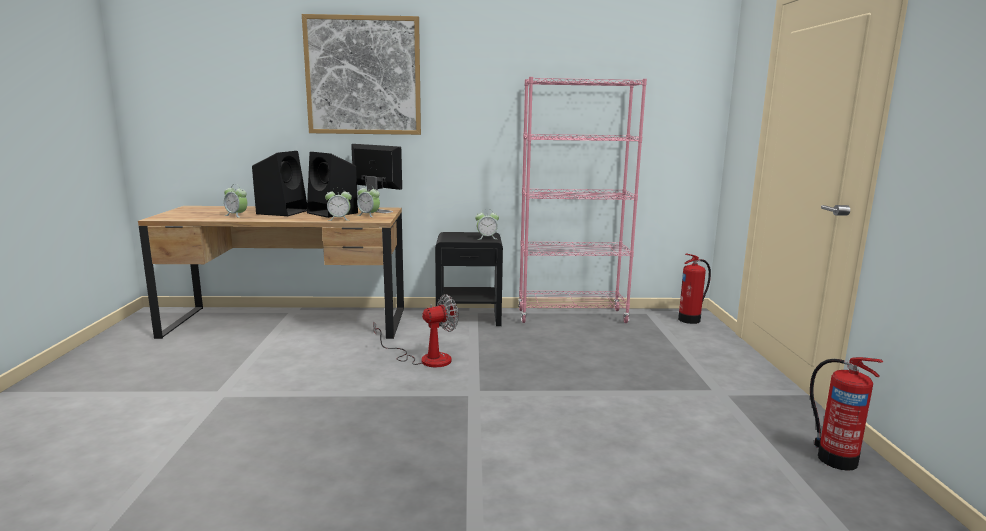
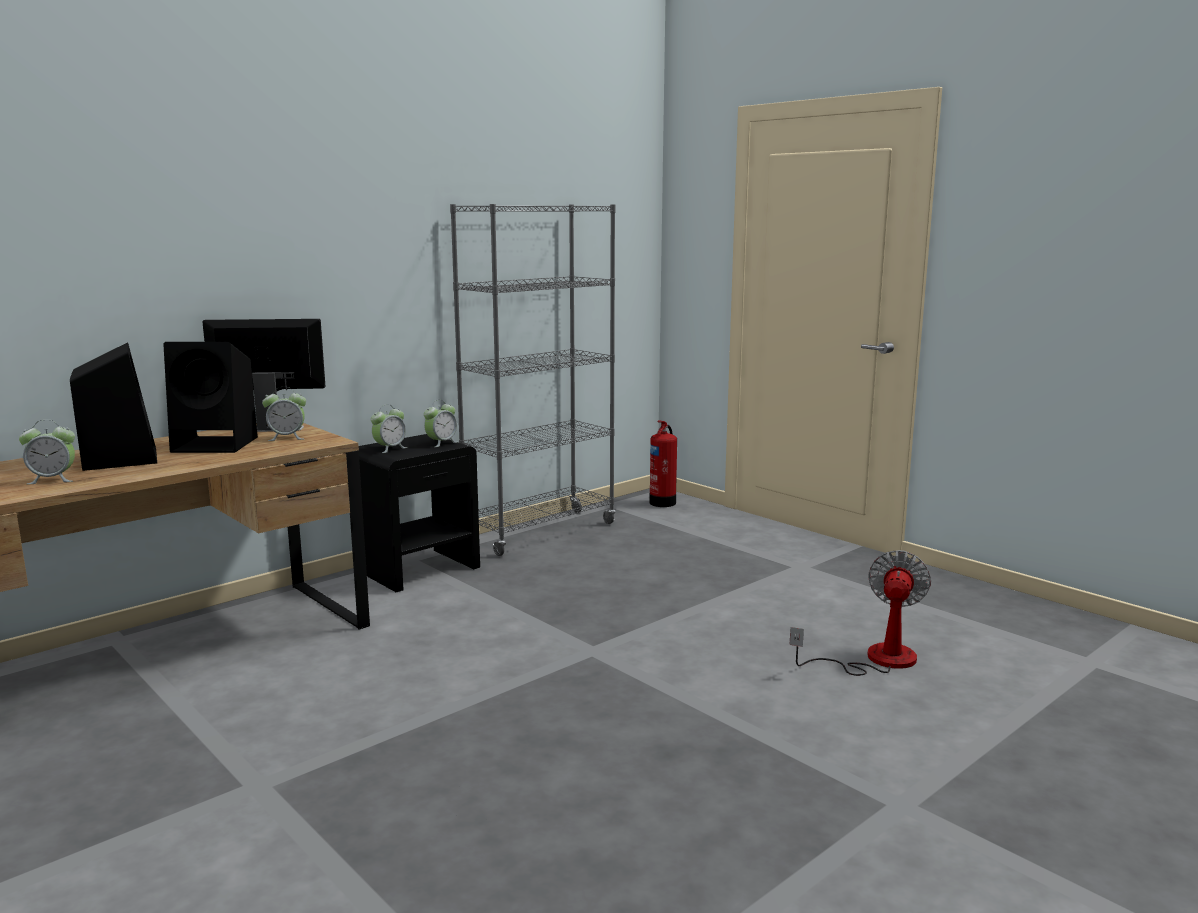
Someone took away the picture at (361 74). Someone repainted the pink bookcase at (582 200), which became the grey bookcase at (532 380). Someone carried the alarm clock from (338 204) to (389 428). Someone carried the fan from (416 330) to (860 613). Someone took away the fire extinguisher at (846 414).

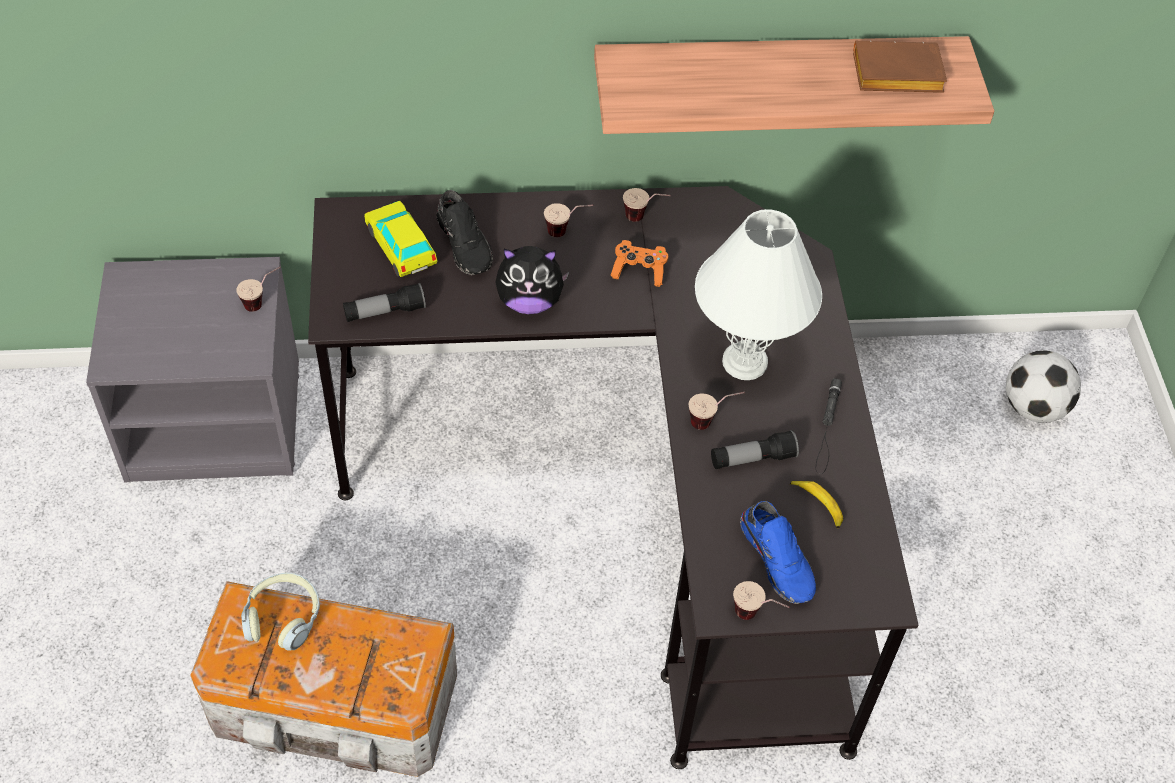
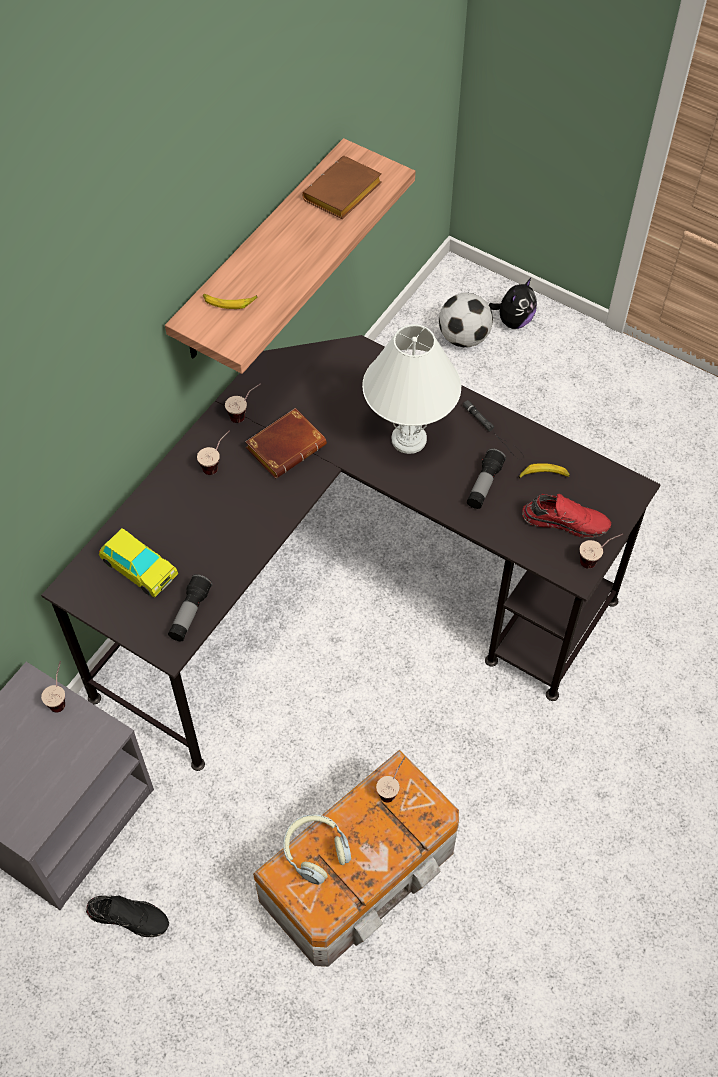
Someone carried the black shoe from (464 232) to (127 916). Someone rotated the toy car at (400 239) by 150 degrees counterclockwise. Someone swapped the orange game controller at (639 263) for the brown book at (286 443). Someone carried the plush toy from (532 280) to (513 303). Someone carried the cup from (717 411) to (391 780). Someone repainted the blue shoe at (778 552), which became the red shoe at (566 516). Someone put down the banana at (230 301).

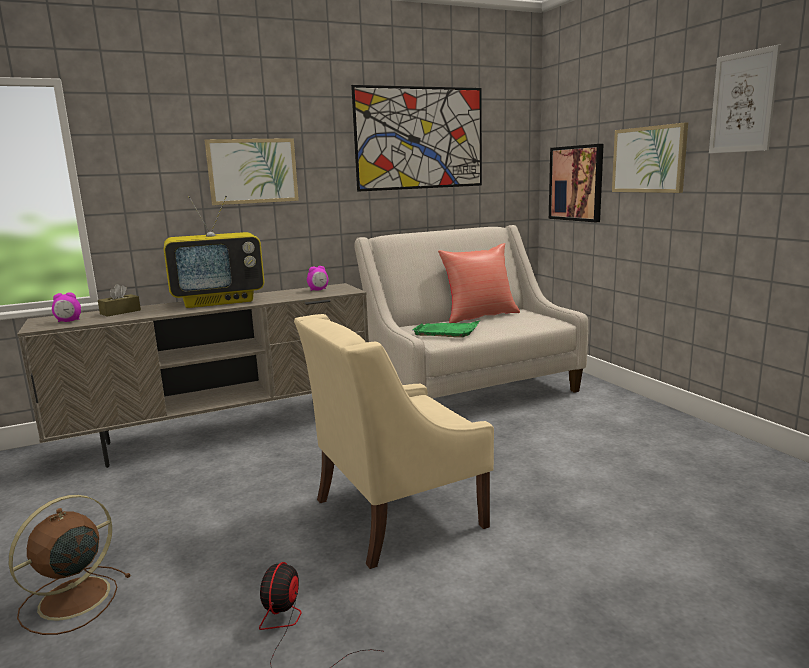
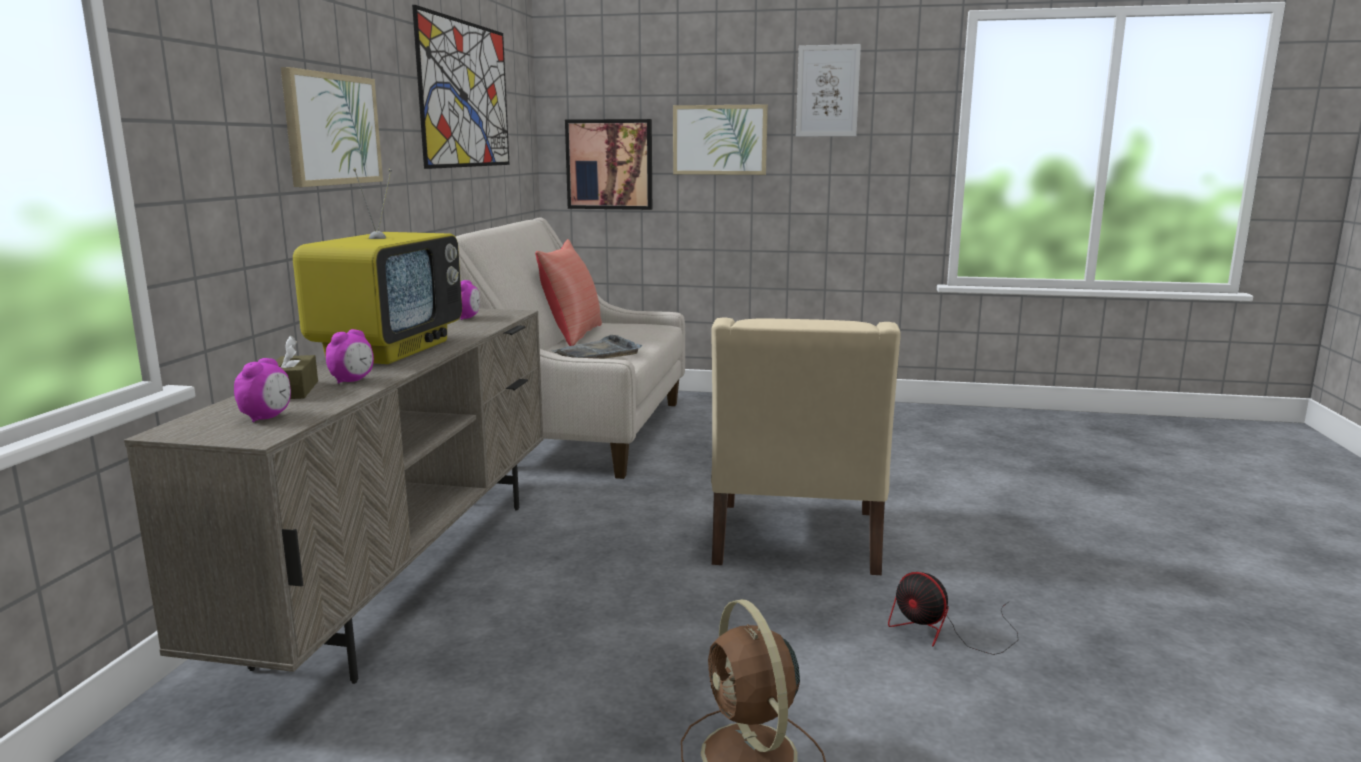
Someone repainted the green tray at (446 329), which became the grey tray at (596 347). Someone put down the alarm clock at (350 356).

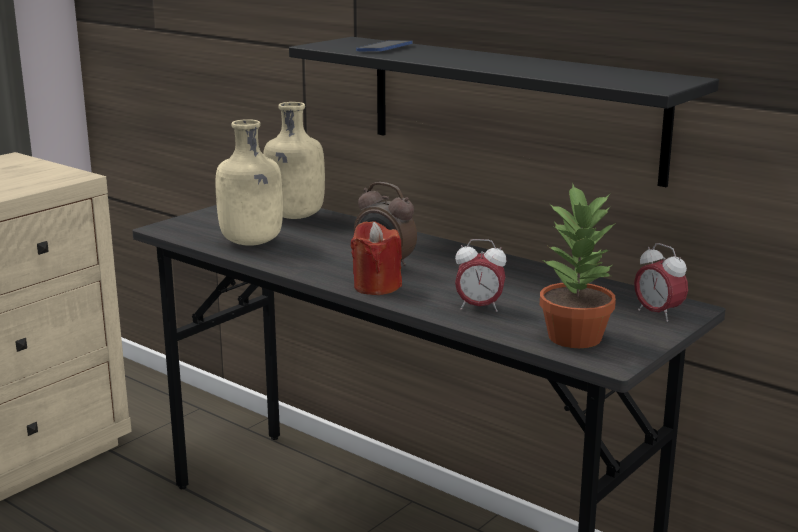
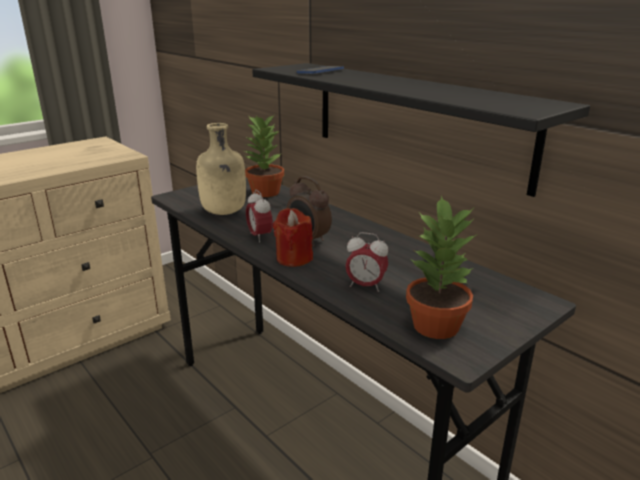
Someone swapped the beige bottle at (294 160) for the potted plant at (264 156). Someone carried the alarm clock from (661 282) to (259 216).

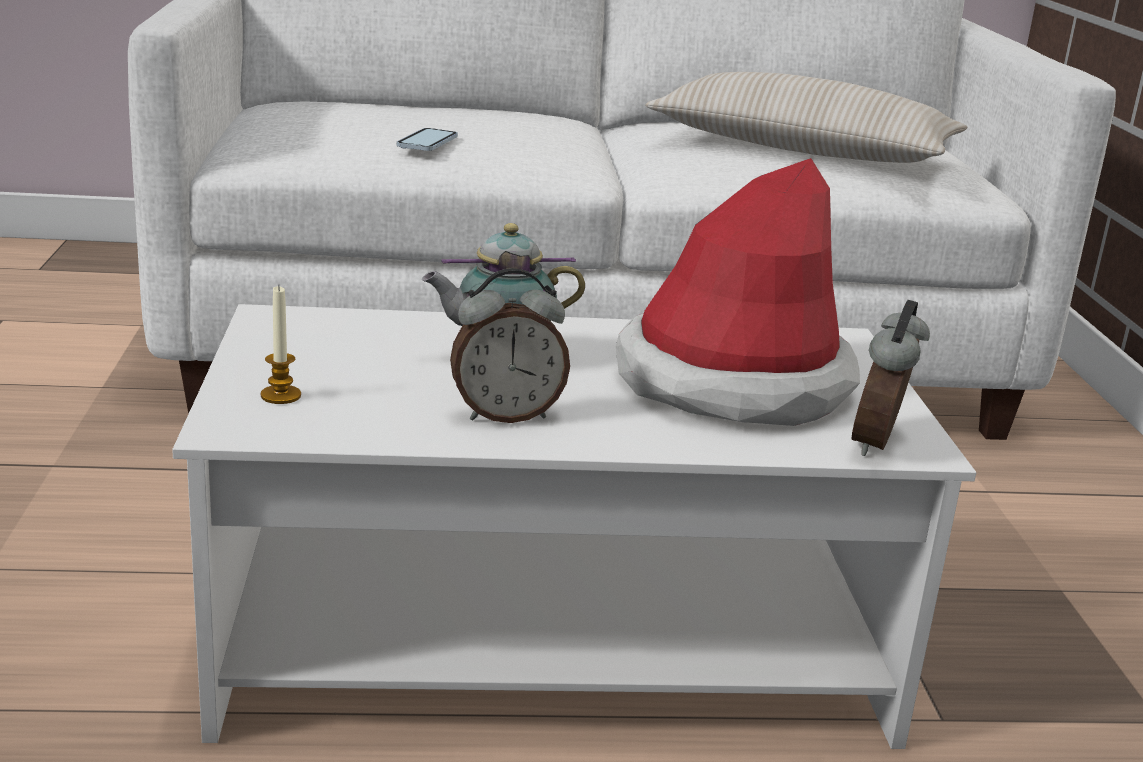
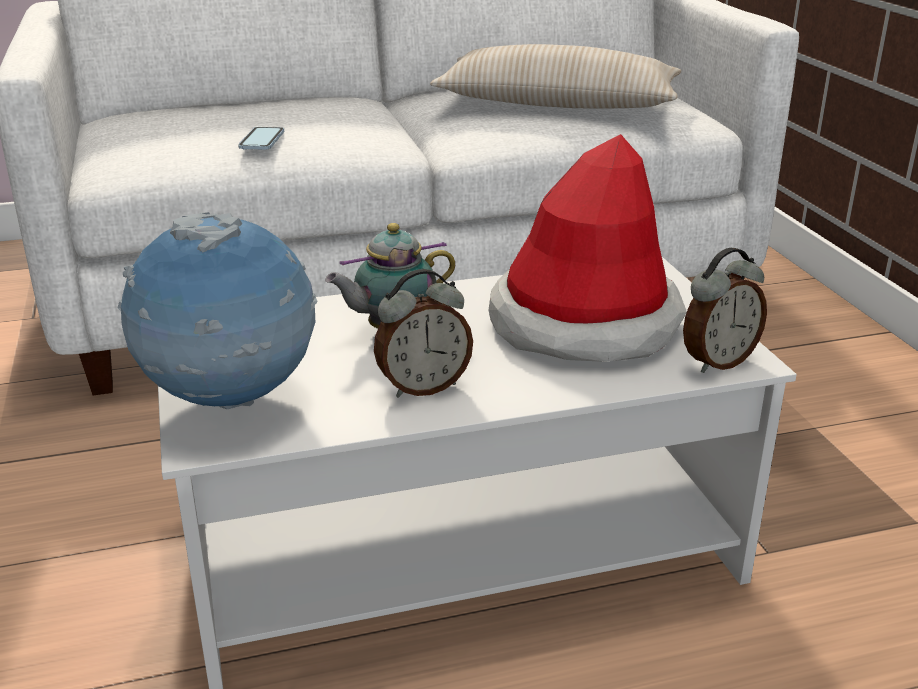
Someone swapped the candle at (281 345) for the globe at (218 310). Someone rotated the alarm clock at (891 378) by 135 degrees counterclockwise.

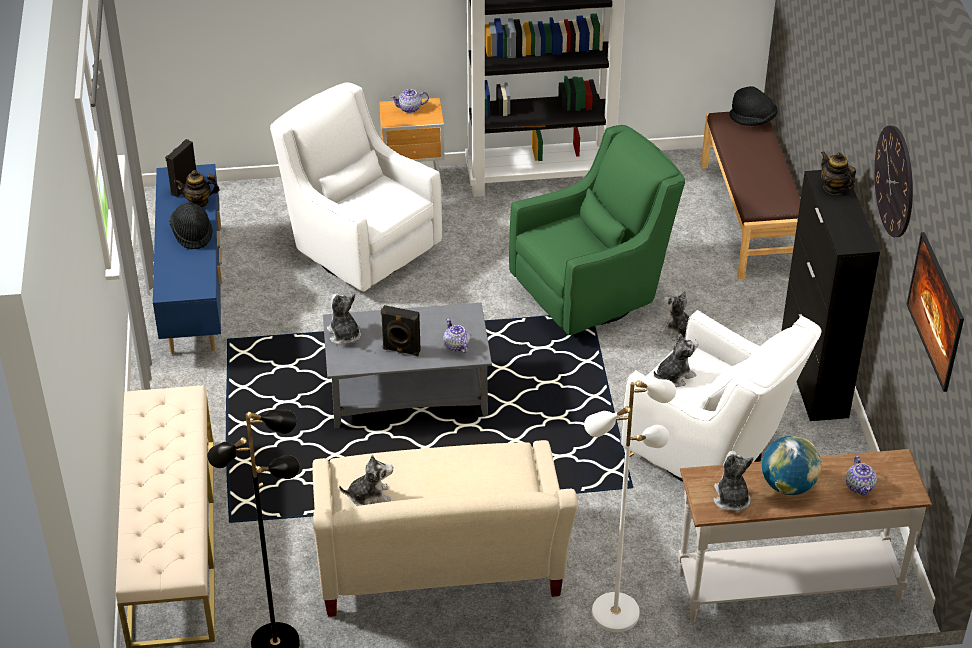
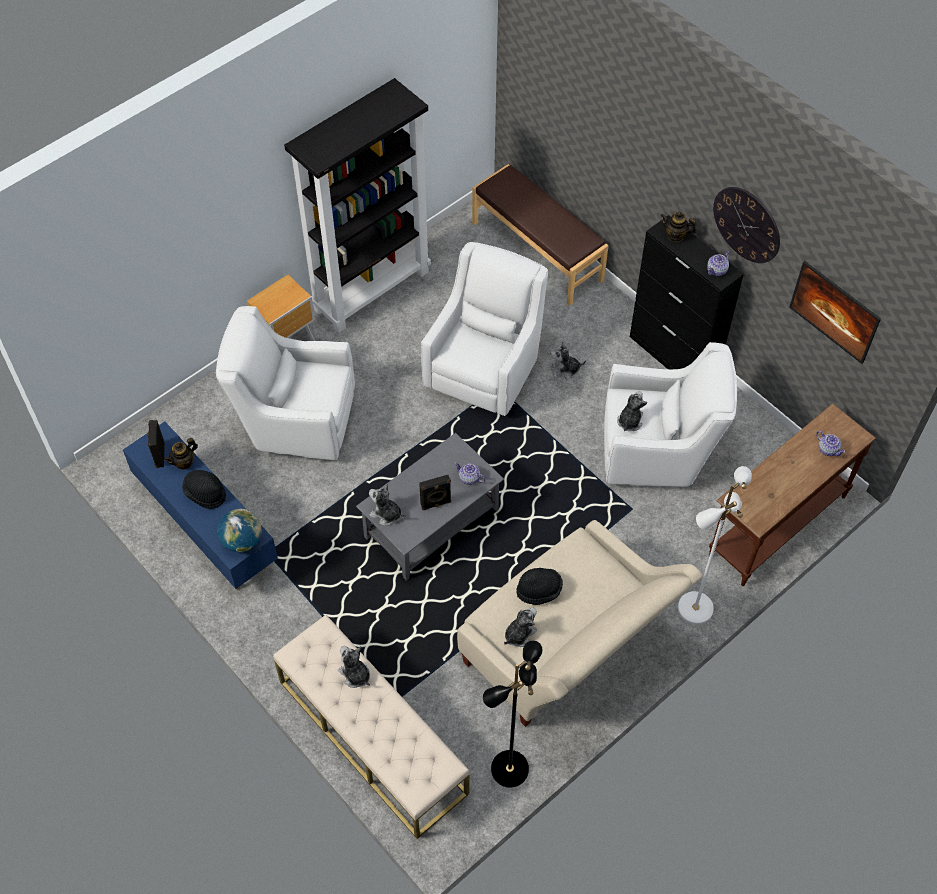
Someone carried the black hat from (753 106) to (539 586). Someone carried the teapot from (409 101) to (718 264). Someone repainted the green armchair at (597 230), which became the white armchair at (484 329). Someone carried the globe from (792 465) to (239 531). Someone repainted the white console table at (805 536), which became the brown console table at (792 495). Someone carried the plush toy from (733 481) to (354 667).

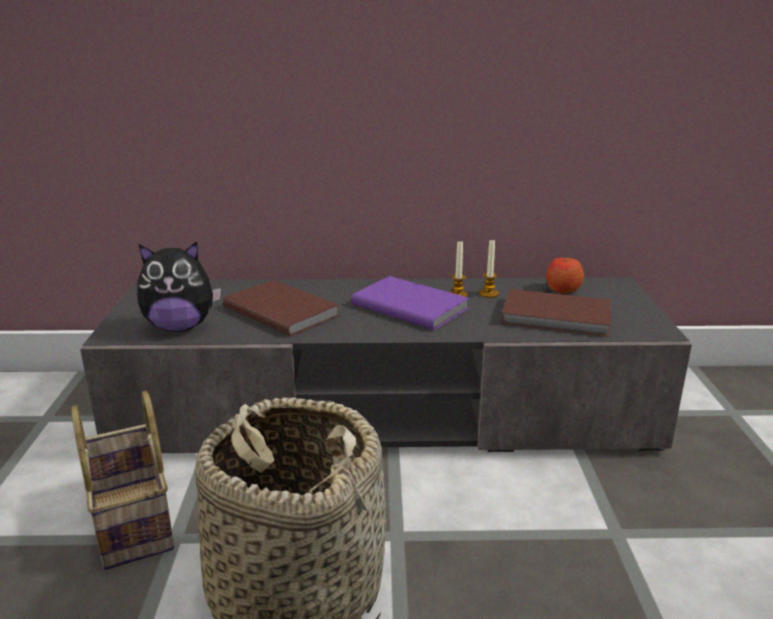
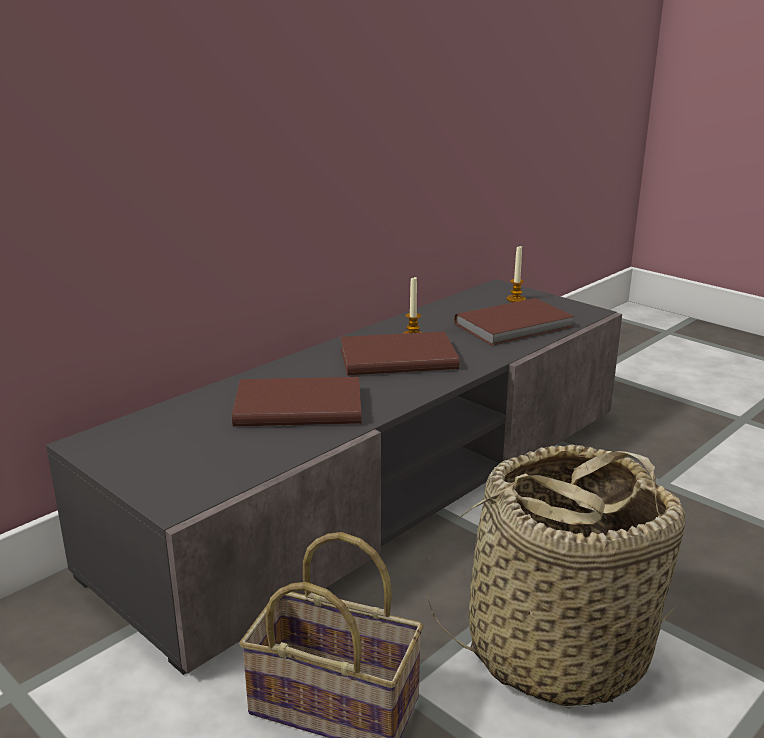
Someone carried the candle from (489 268) to (516 273). Someone took away the plush toy at (179 287). Someone took away the apple at (565 275). Someone repainted the purple book at (410 303), which became the brown book at (400 353).

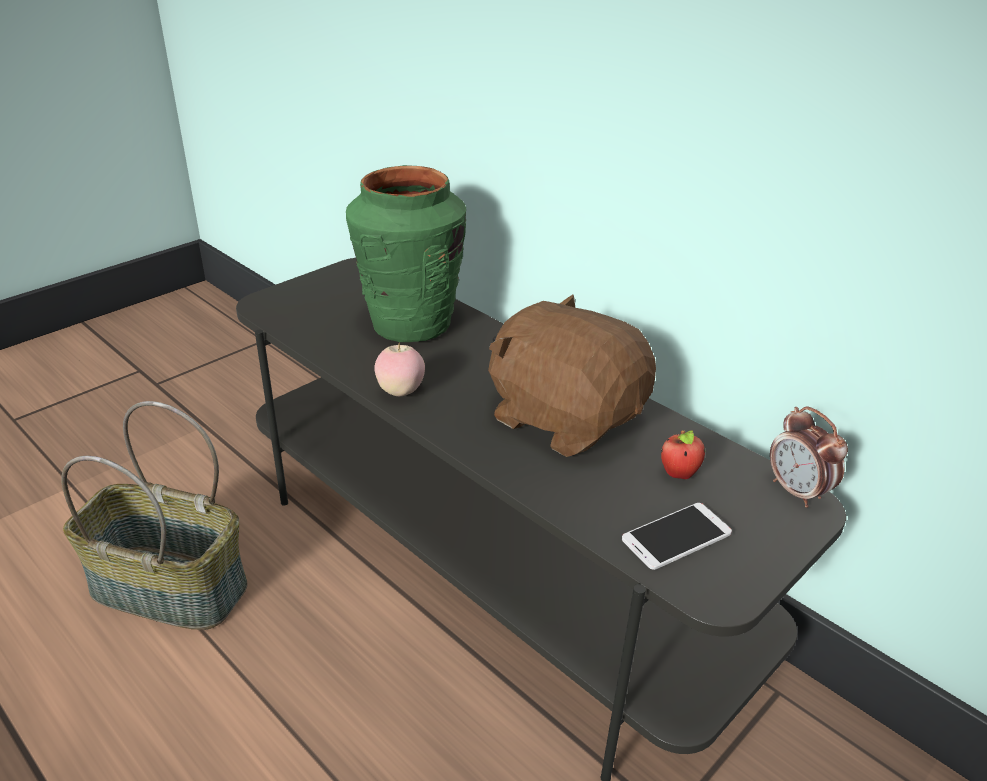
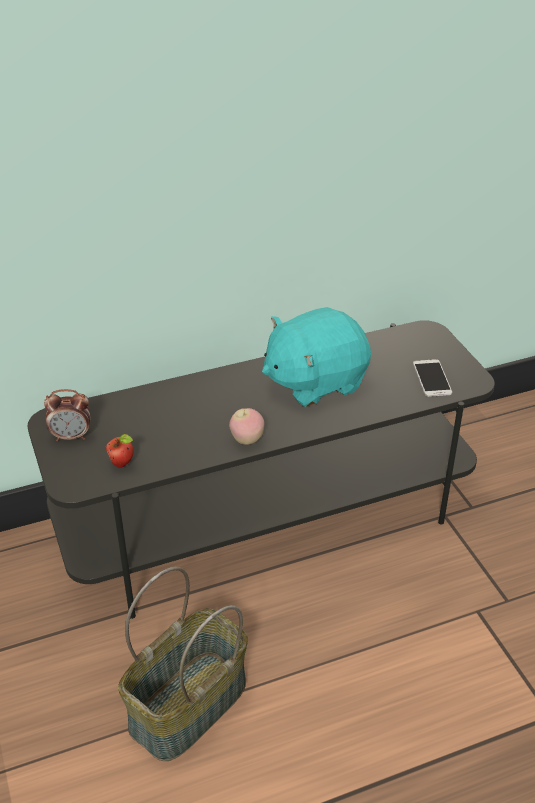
Someone took away the green vase at (406 253). Someone repainted the brown plush toy at (572 375), which became the turquoise plush toy at (316 357). Someone carried the alarm clock from (809 457) to (67 415). Someone carried the apple from (683 454) to (119 451).

